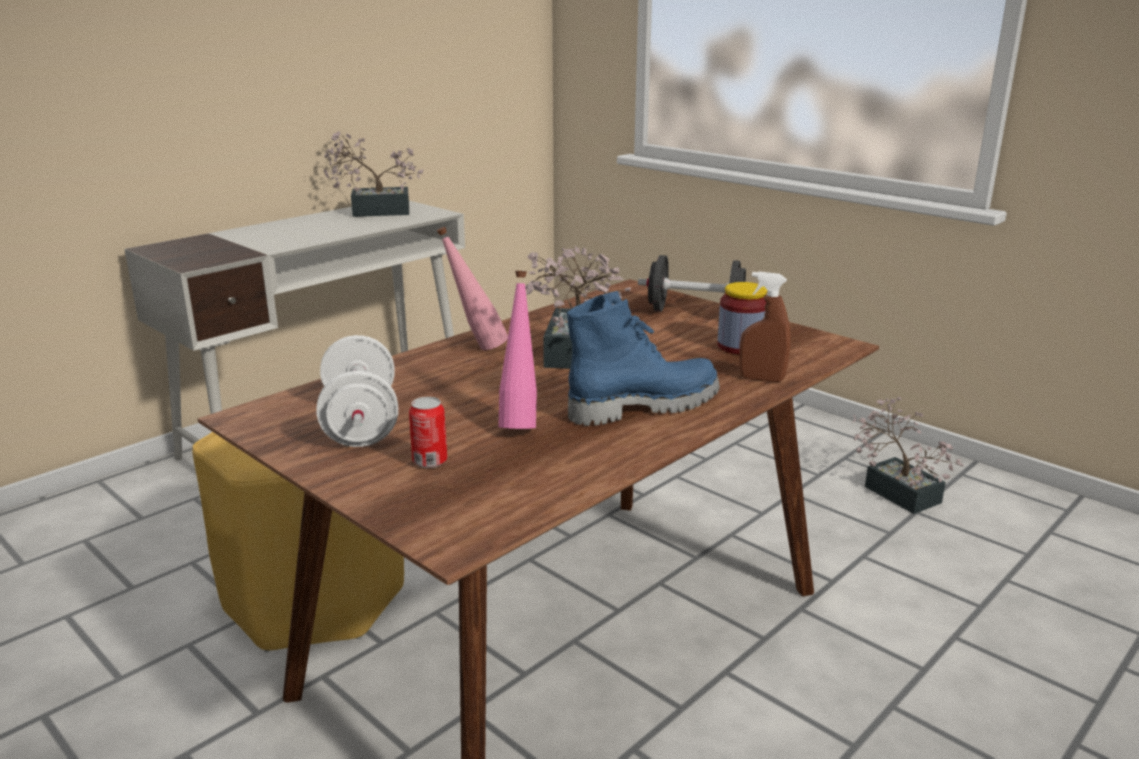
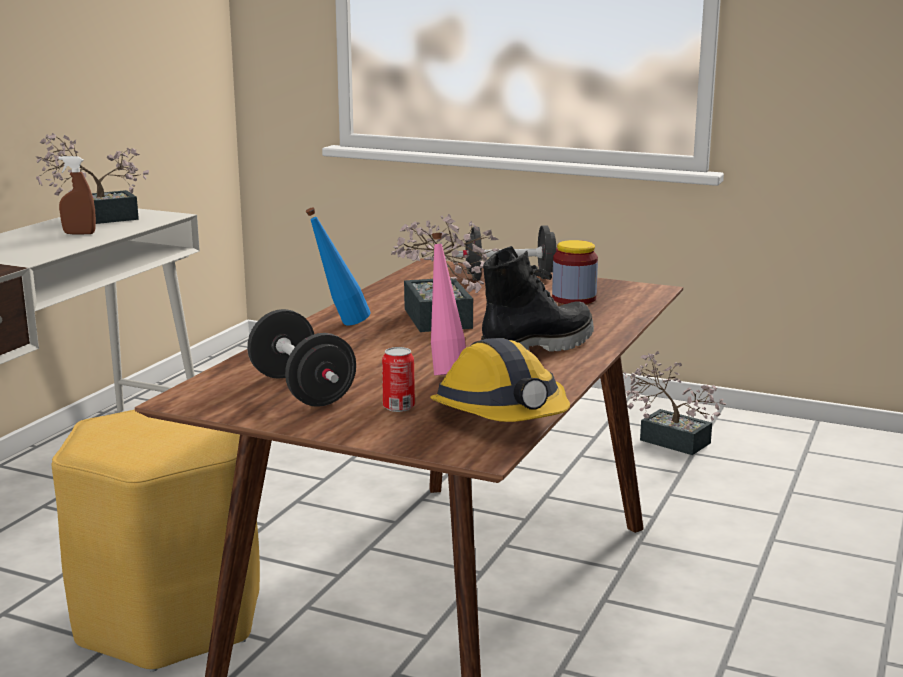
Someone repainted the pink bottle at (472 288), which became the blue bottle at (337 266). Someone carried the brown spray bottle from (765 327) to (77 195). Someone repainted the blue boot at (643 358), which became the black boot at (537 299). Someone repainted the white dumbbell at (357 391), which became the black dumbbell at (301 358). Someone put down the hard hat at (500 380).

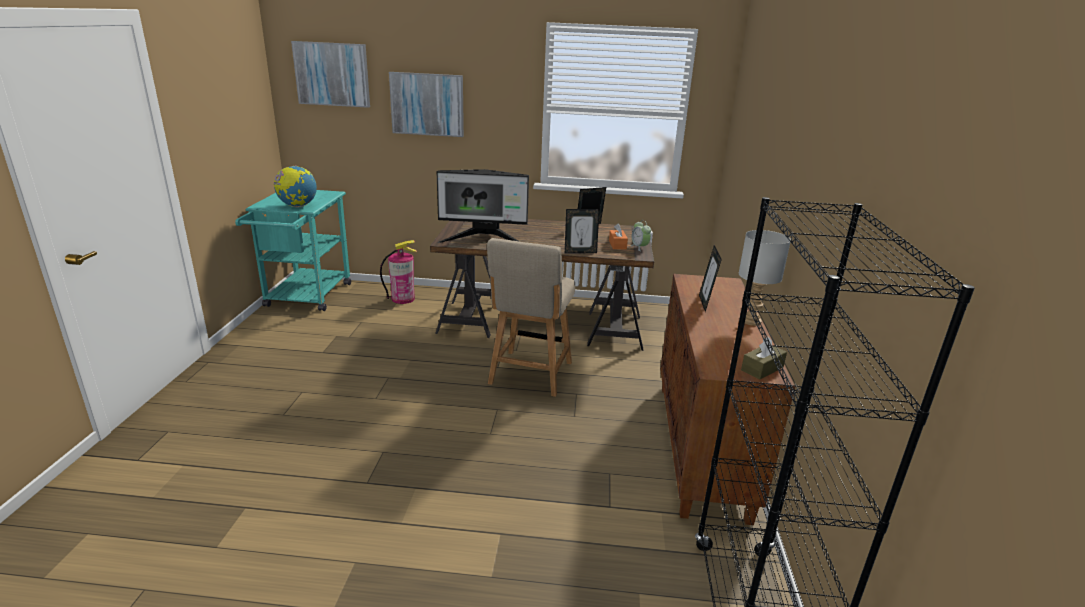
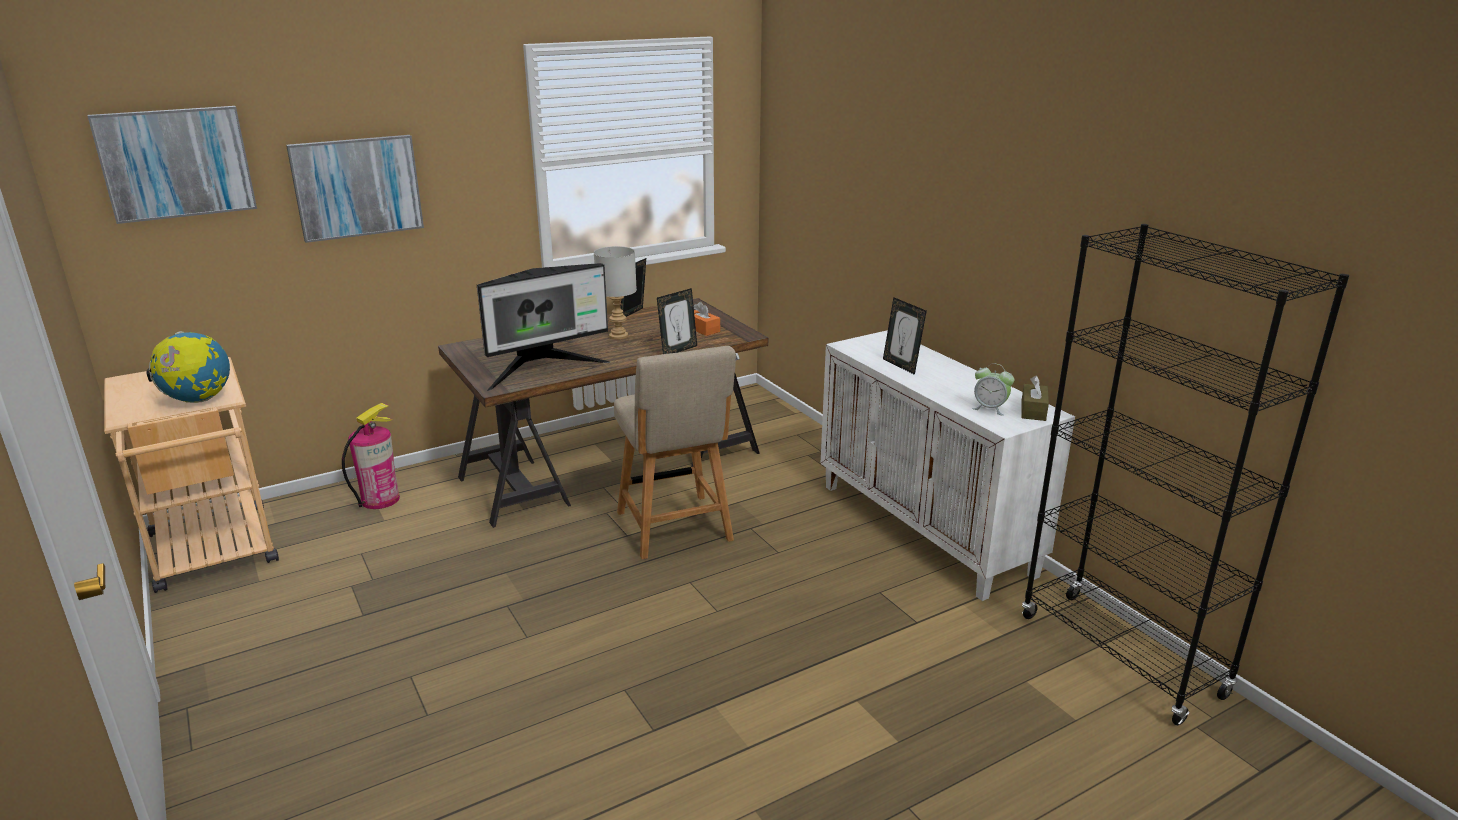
Someone repainted the turquoise cart at (293 250), which became the beige cart at (191 475). Someone carried the alarm clock from (640 236) to (993 389). Someone carried the grey table lamp from (765 278) to (615 293). Someone repainted the brown cabinet at (727 399), which became the white cabinet at (947 465).

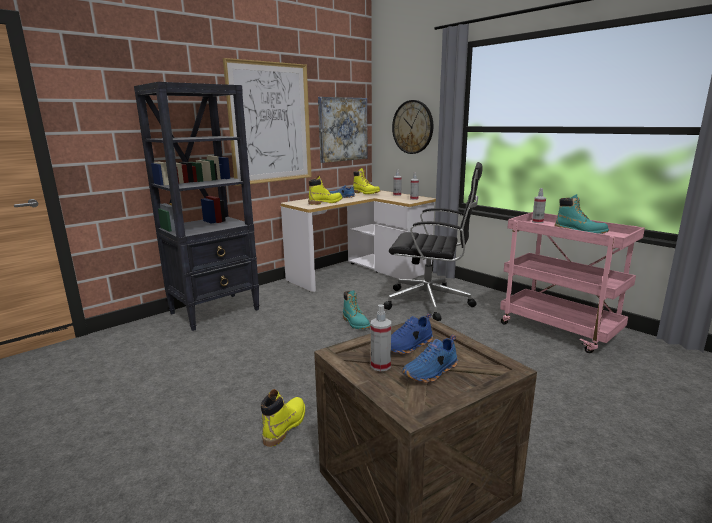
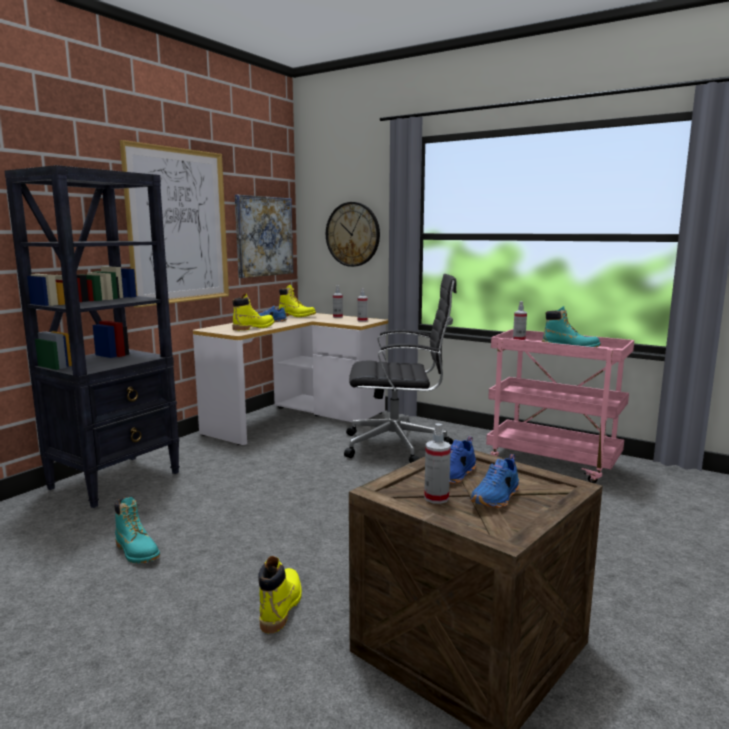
Someone carried the turquoise boot from (356 310) to (137 530).

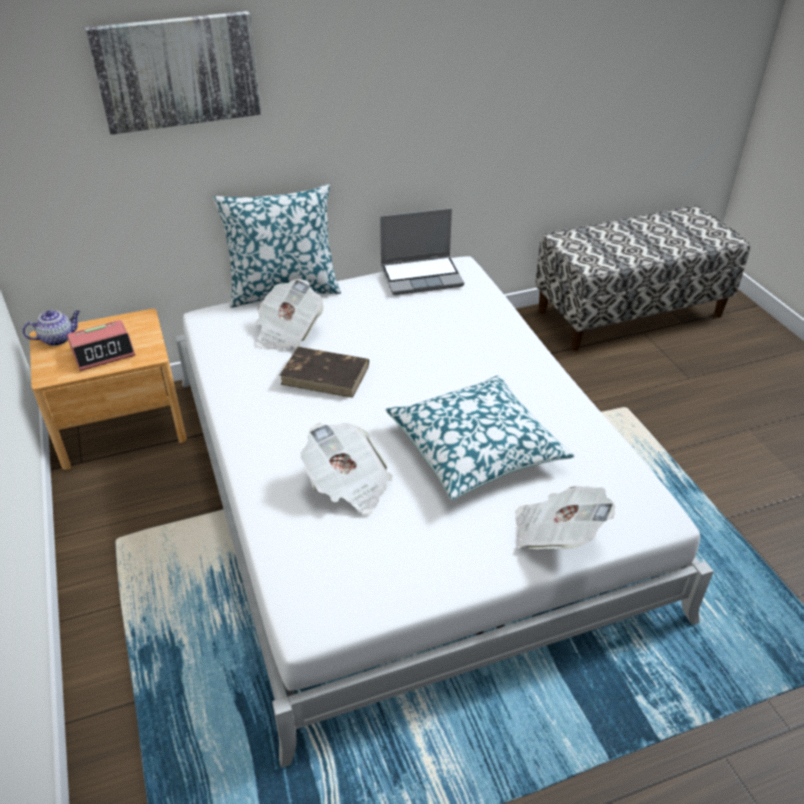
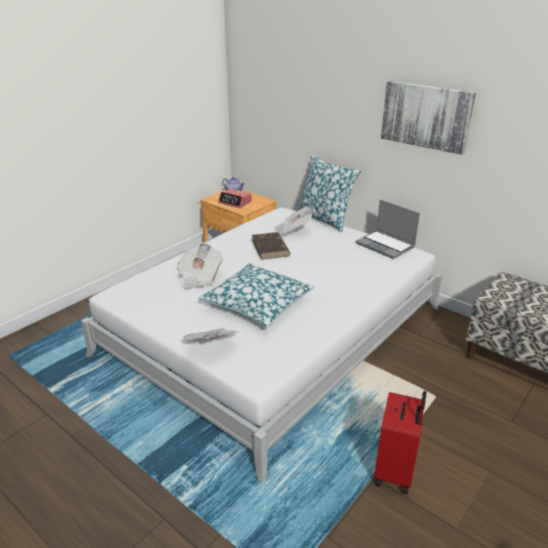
Someone carried the picture from (173 73) to (428 118). Someone put down the red suitcase at (400 442).

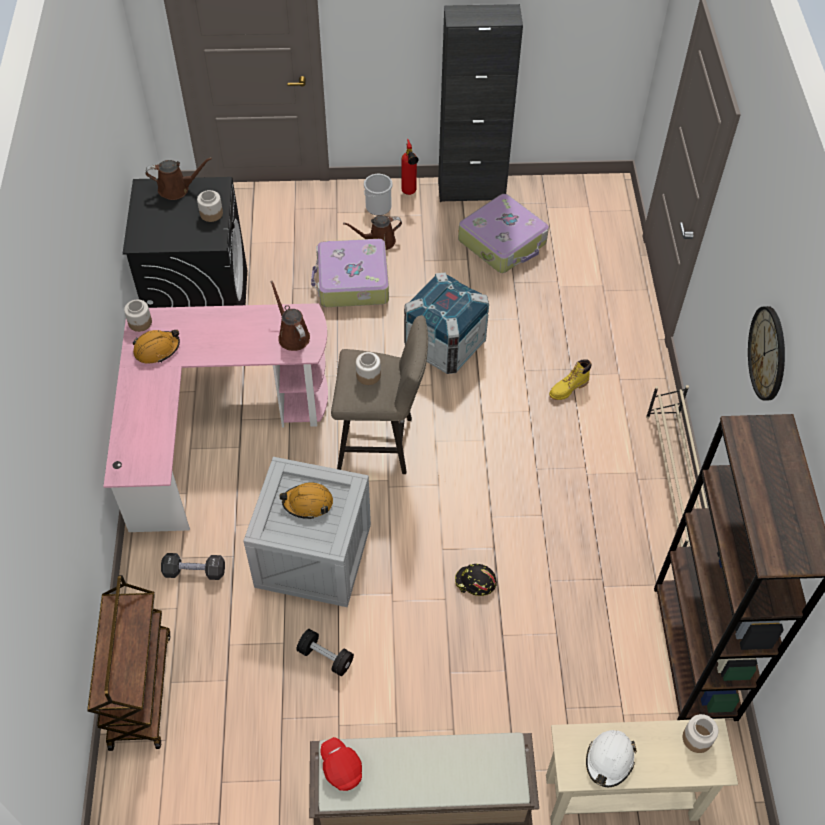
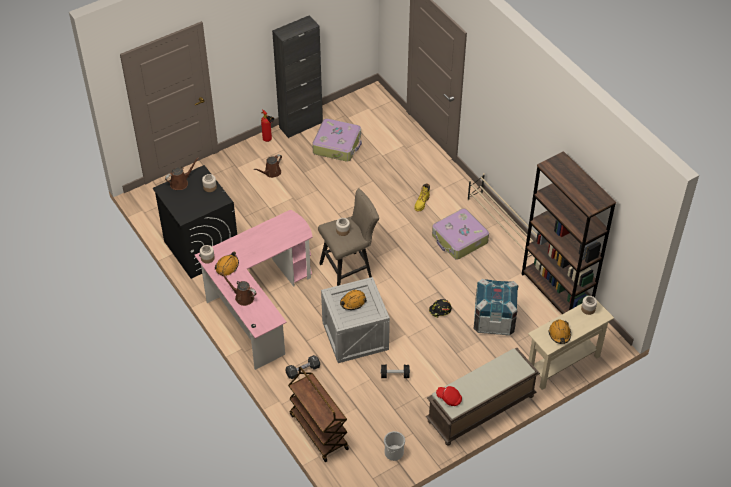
Someone carried the bucket from (378 194) to (394 446). Someone carried the suitcase from (350 273) to (460 234). Someone carried the crate from (446 323) to (495 307). Someone carried the brown watering can from (290 316) to (239 289). Someone took away the wall clock at (766 353). Someone repainted the white hard hat at (611 758), which became the orange hard hat at (560 332).

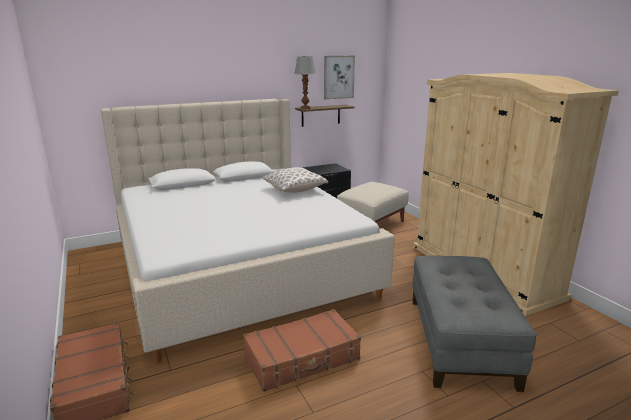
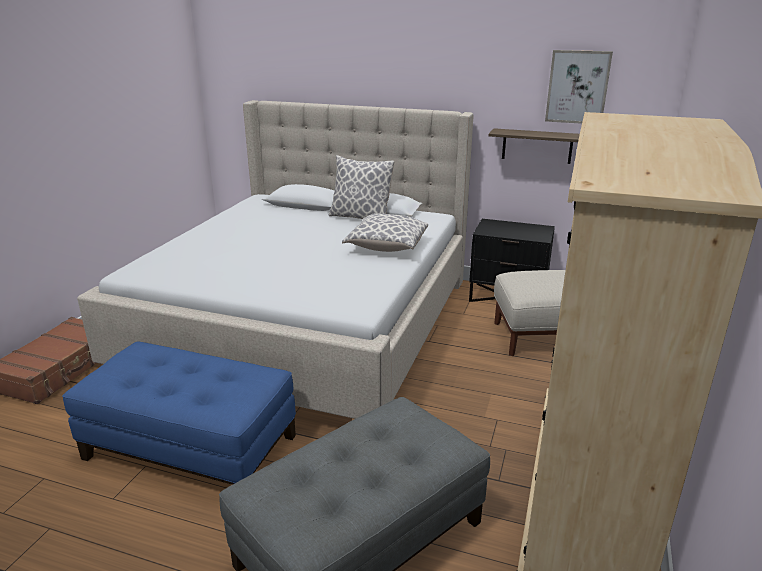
Someone took away the table lamp at (305 82). Someone swapped the brown suitcase at (302 350) for the blue ottoman at (179 413). Someone put down the pillow at (362 187).

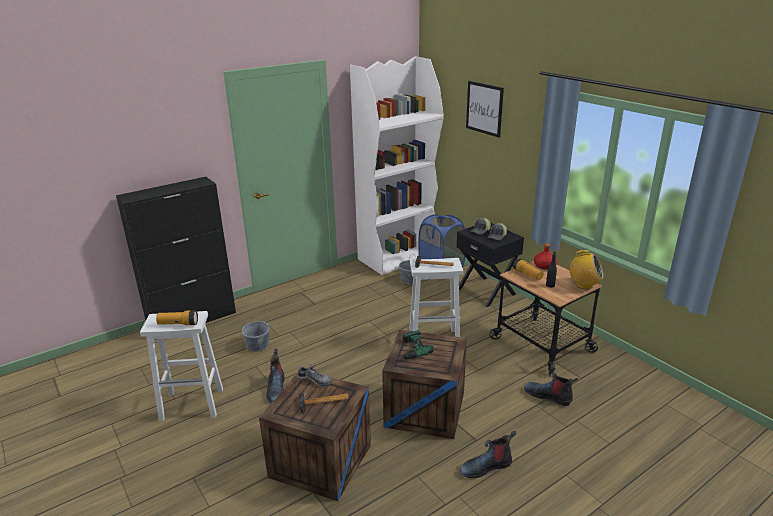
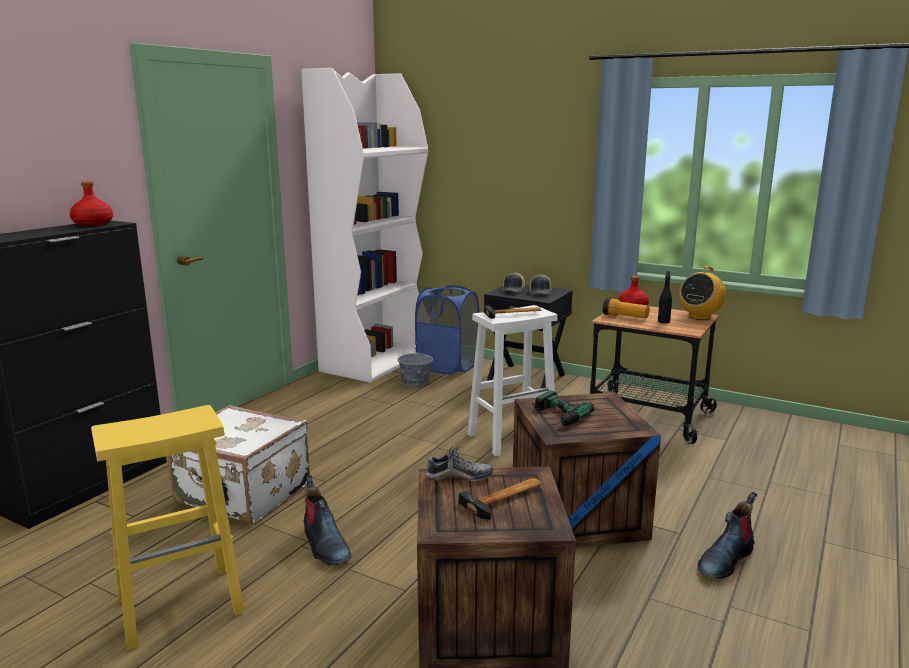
Someone took away the picture at (485 109). Someone rotated the radio at (586 269) by 135 degrees clockwise. Someone took away the flashlight at (177 317). Someone repainted the white stool at (181 366), which became the yellow stool at (168 527). Someone swapped the grey bucket at (256 334) for the white suitcase at (239 464). Someone took away the boot at (551 389). Someone put down the red bottle at (91 203).

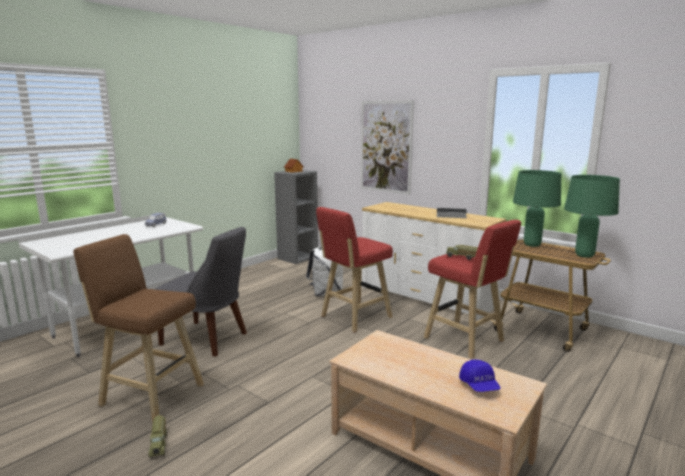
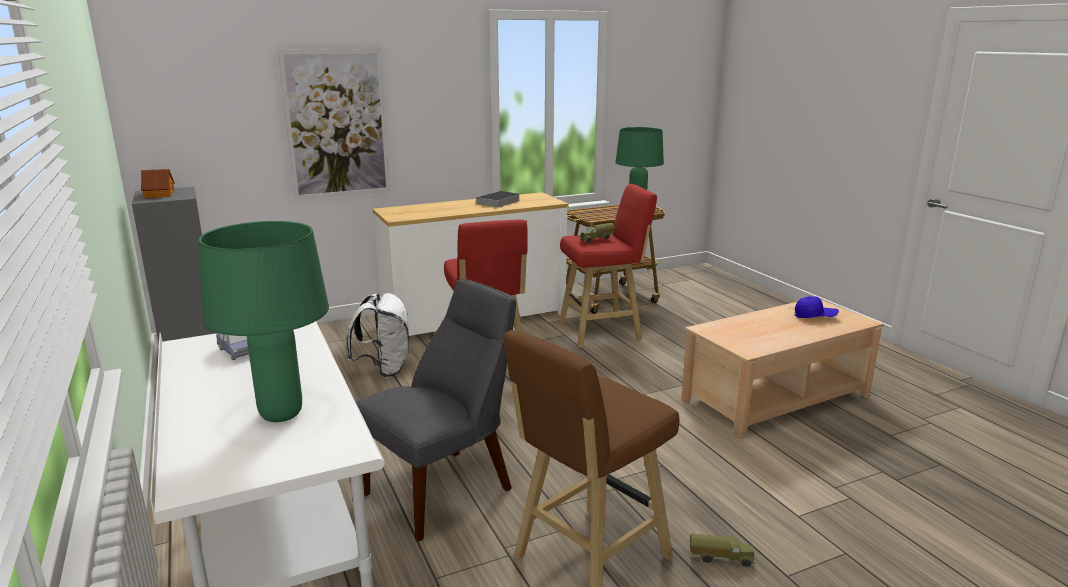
Someone carried the green table lamp from (537 208) to (264 321).

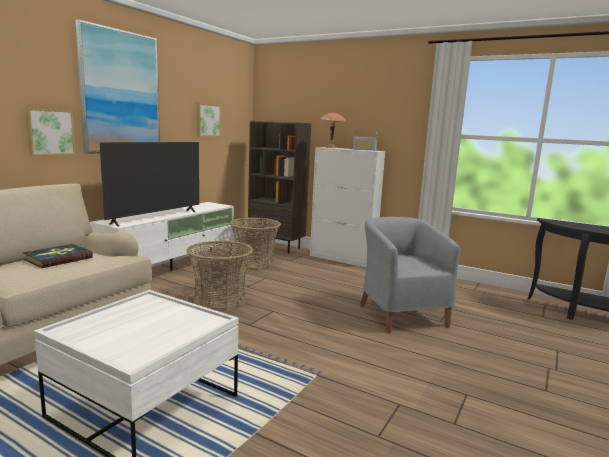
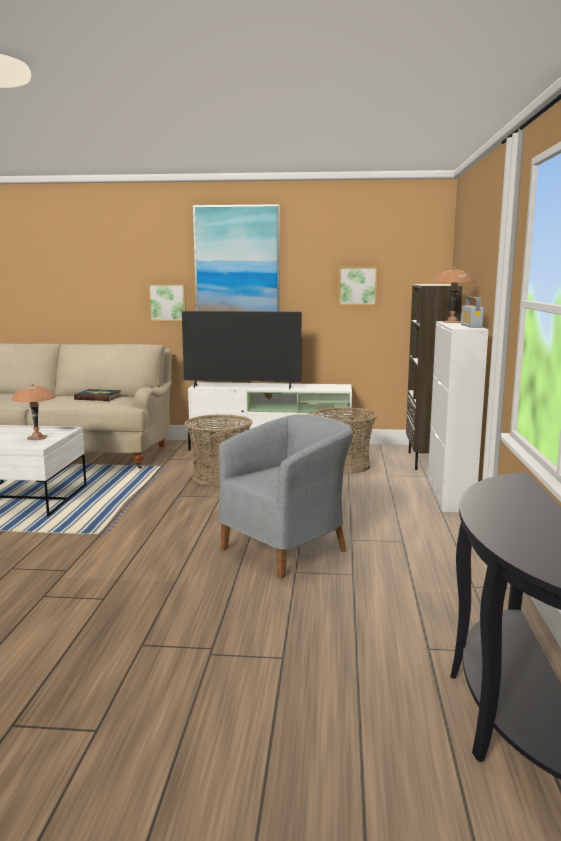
Someone put down the brown table lamp at (33 412).

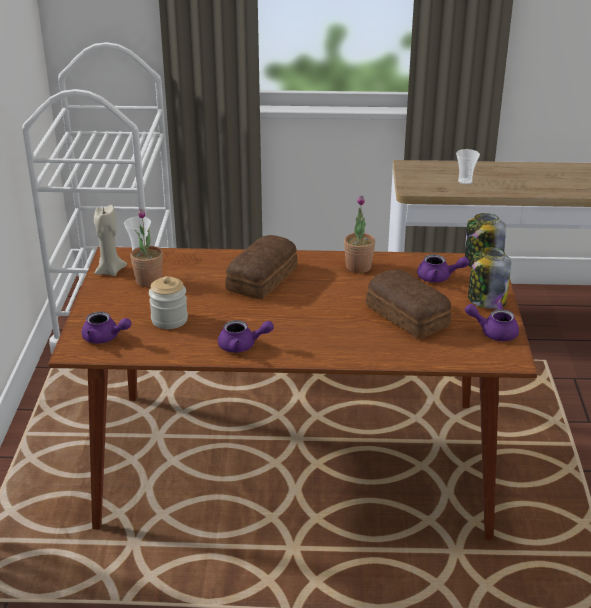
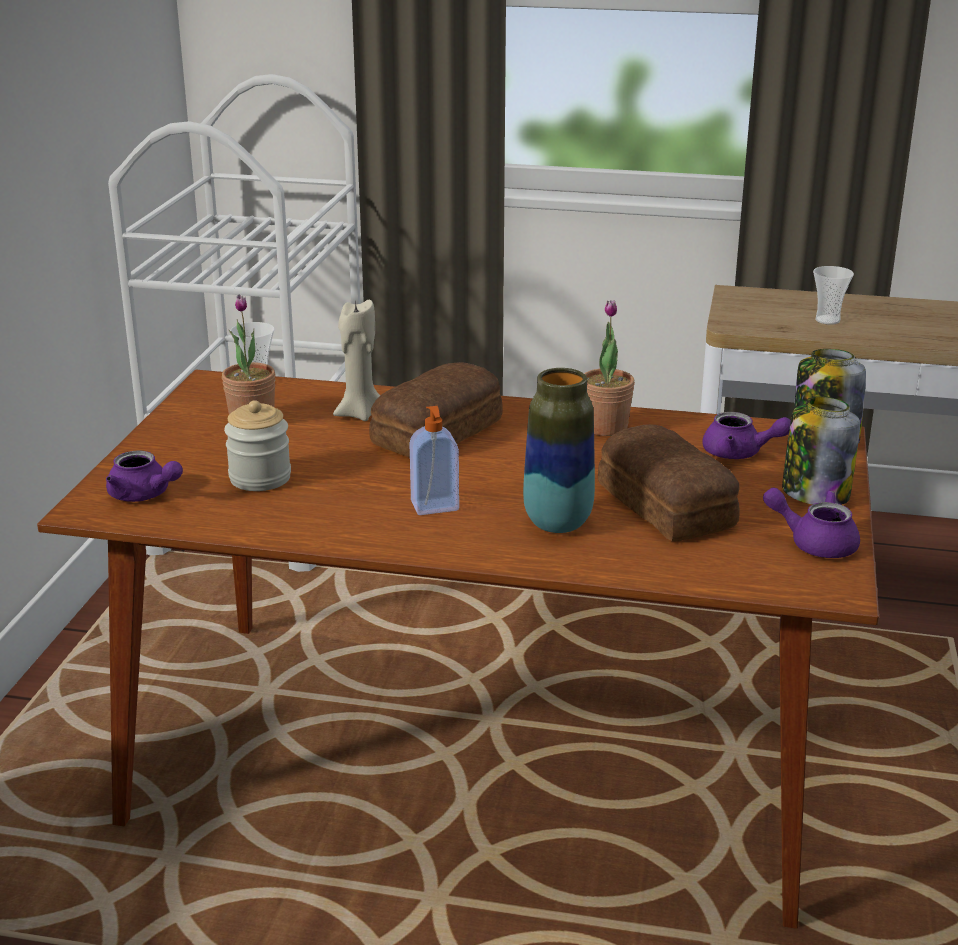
Someone carried the beige candle from (110 240) to (356 360). Someone took away the purple teapot at (246 336). Someone put down the vase at (559 450). Someone put down the soap dispenser at (434 460).

